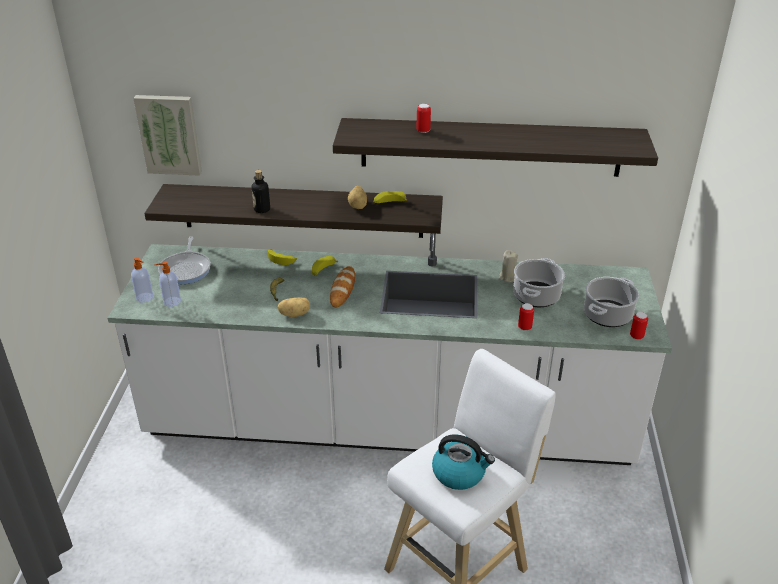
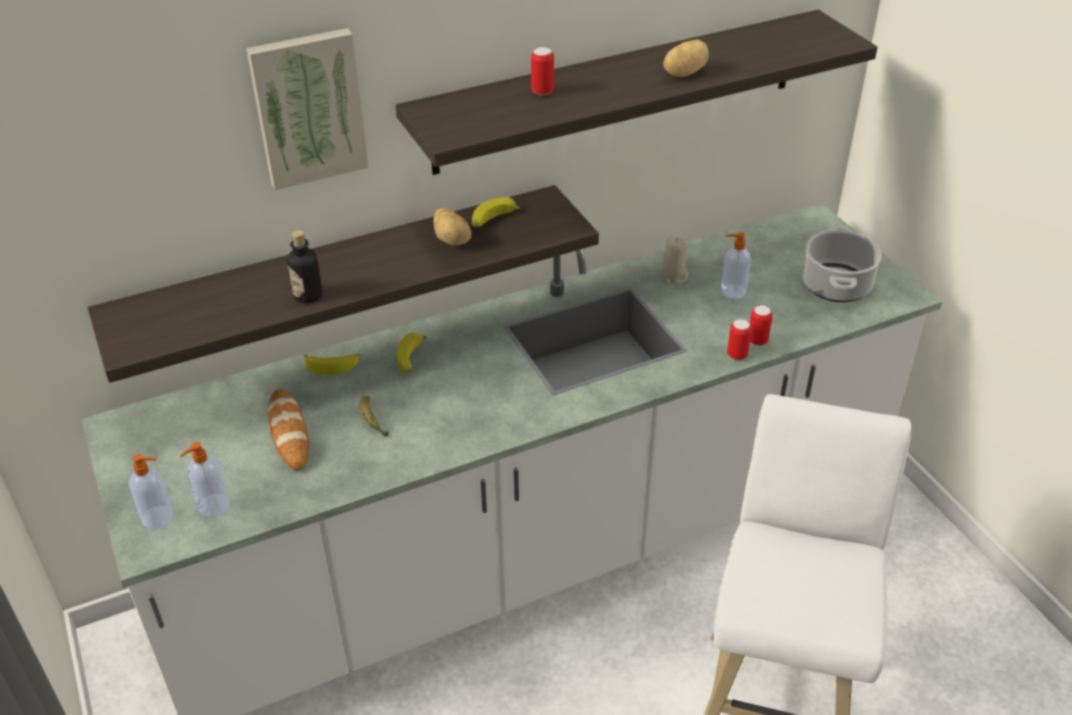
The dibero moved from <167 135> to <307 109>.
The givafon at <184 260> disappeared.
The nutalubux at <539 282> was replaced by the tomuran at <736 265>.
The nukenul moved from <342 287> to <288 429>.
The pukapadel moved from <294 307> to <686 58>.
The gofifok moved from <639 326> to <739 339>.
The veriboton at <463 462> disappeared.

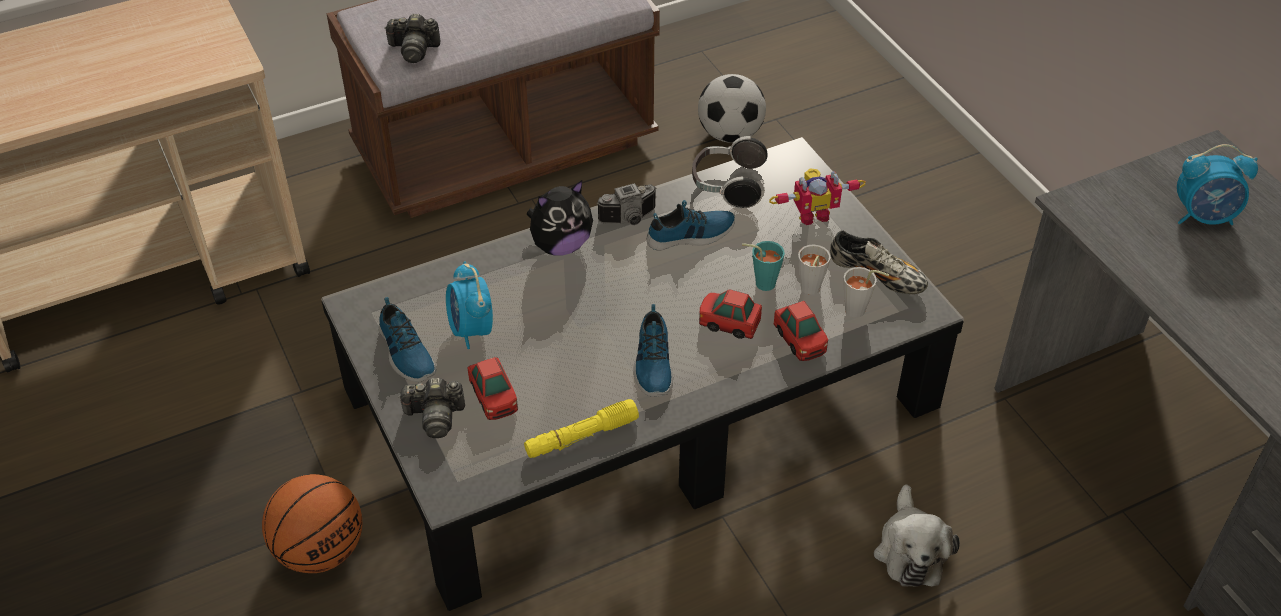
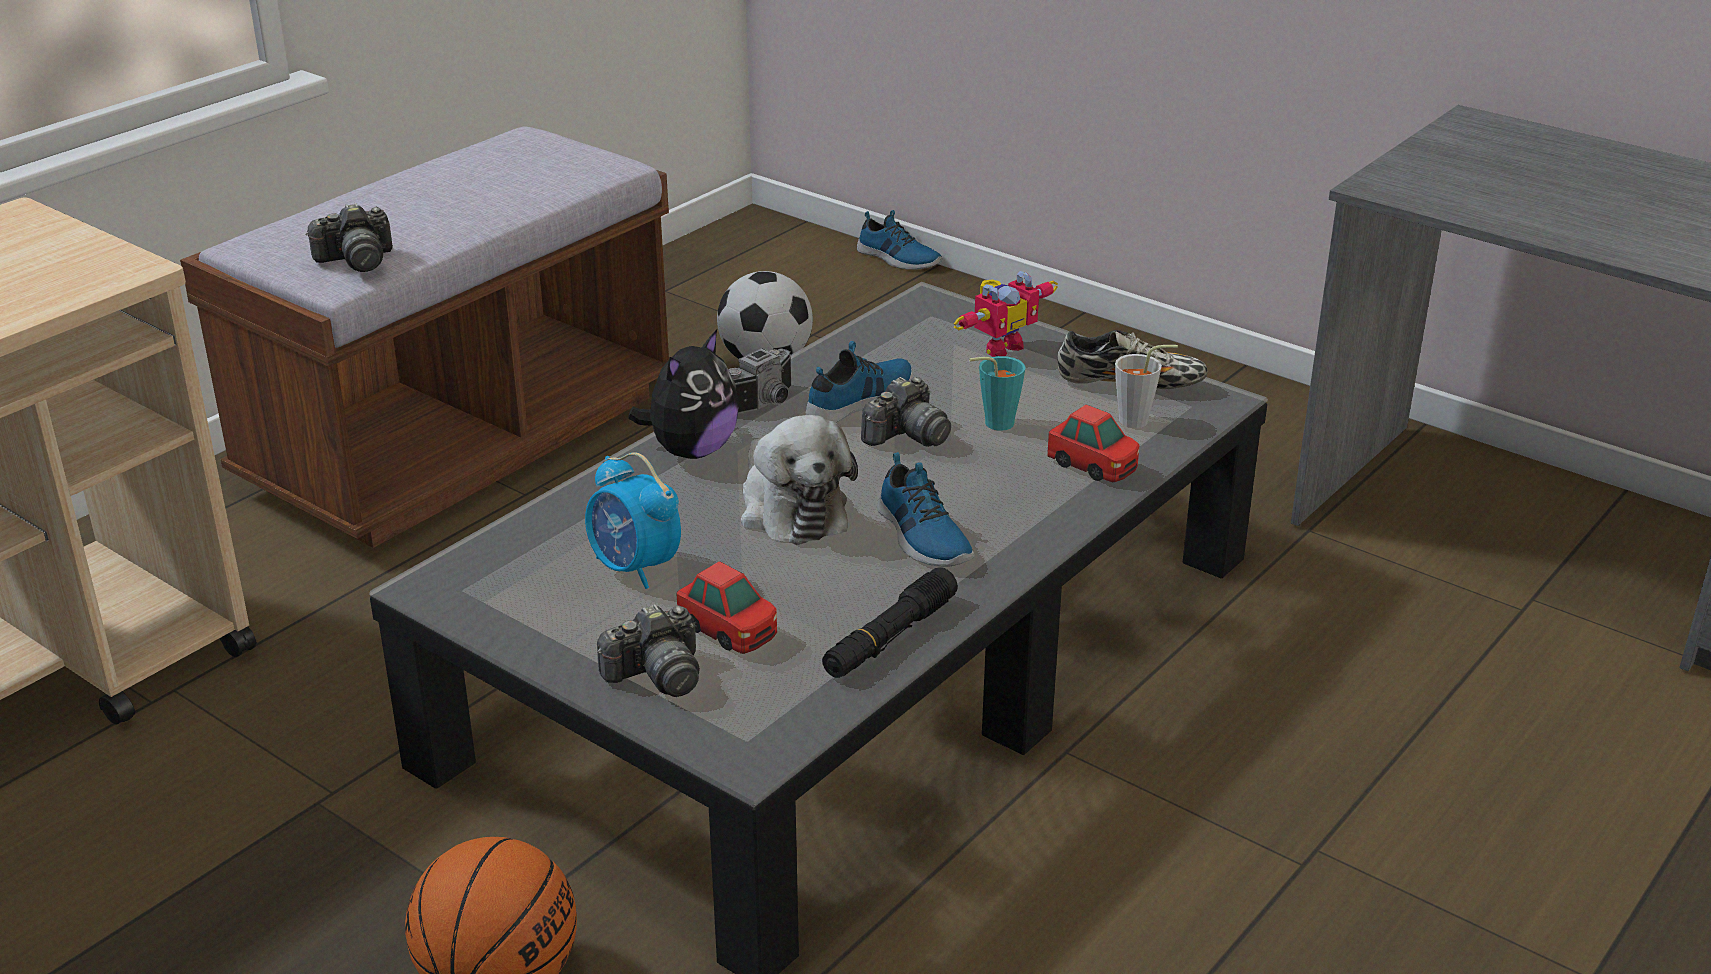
The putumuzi at <730 172> disappeared.
The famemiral at <1217 184> disappeared.
The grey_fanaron at <814 269> disappeared.
The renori at <730 314> disappeared.
The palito moved from <408 339> to <900 240>.
The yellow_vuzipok at <581 428> became the black_vuzipok at <890 623>.
The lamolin moved from <917 535> to <799 480>.
The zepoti at <906 412> appeared.

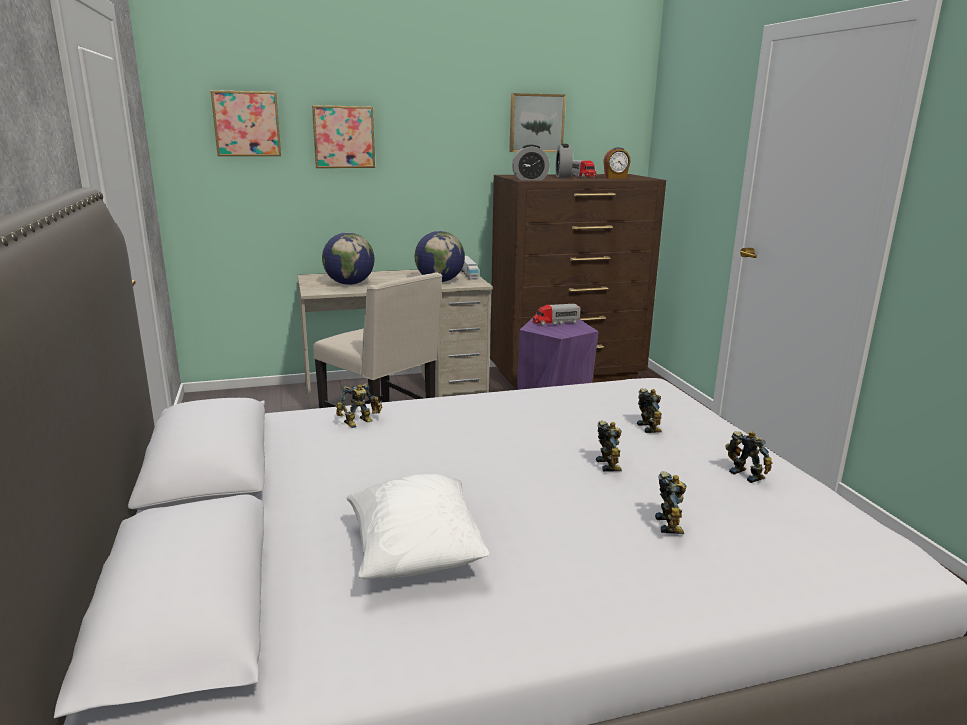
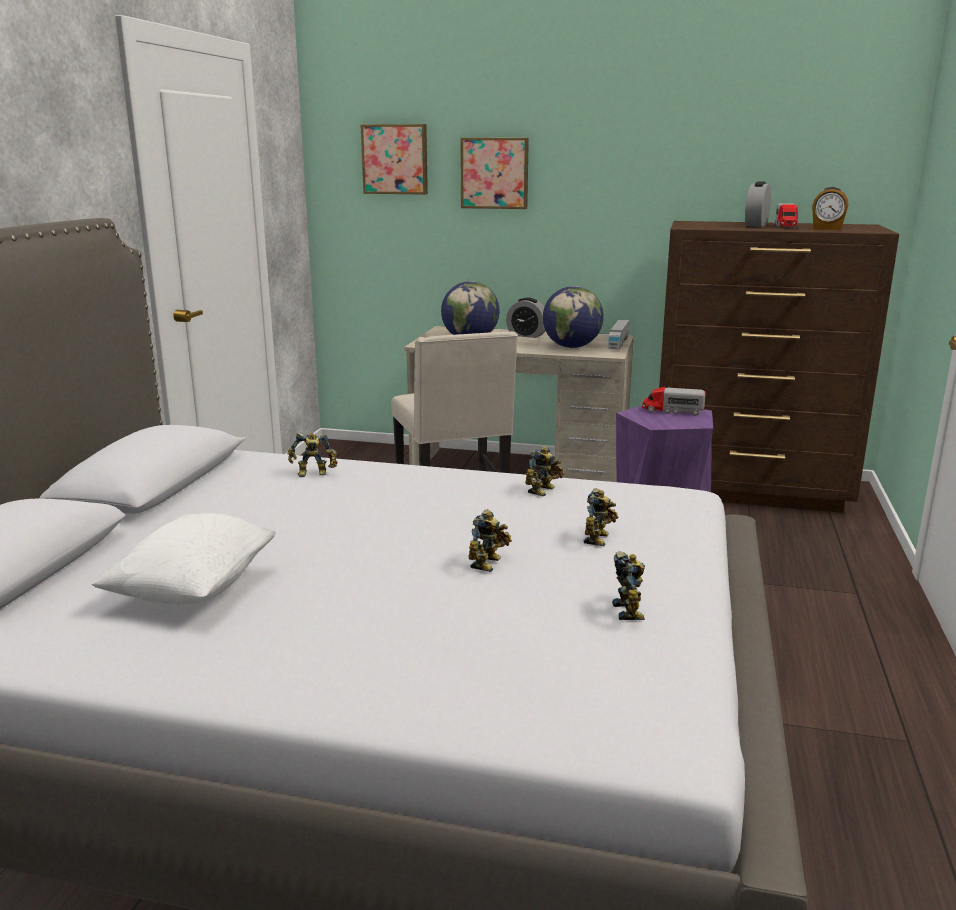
The dibero at <537 122> disappeared.
The famemiral moved from <531 162> to <525 318>.
The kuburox moved from <670 502> to <545 471>.

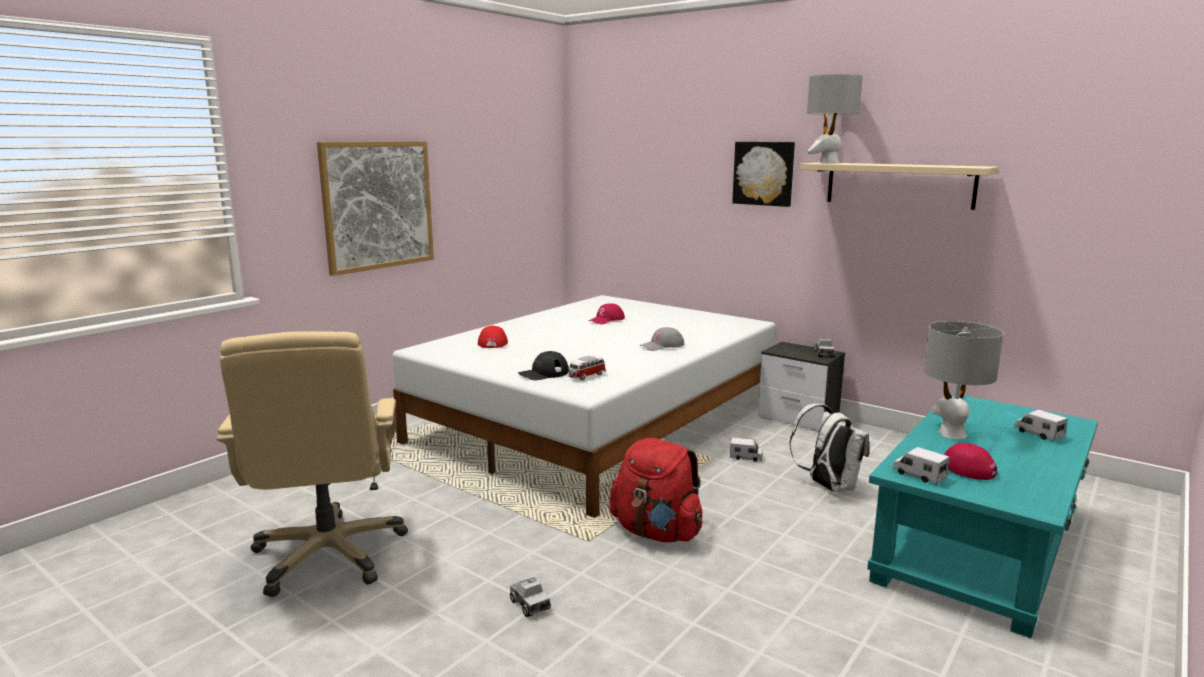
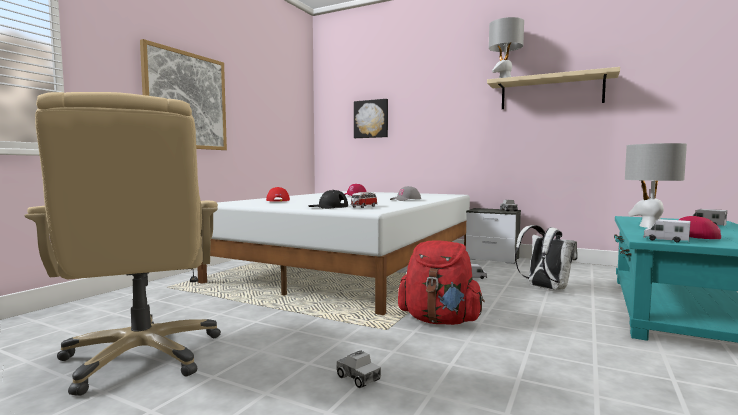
The dibero moved from <763 174> to <371 118>.

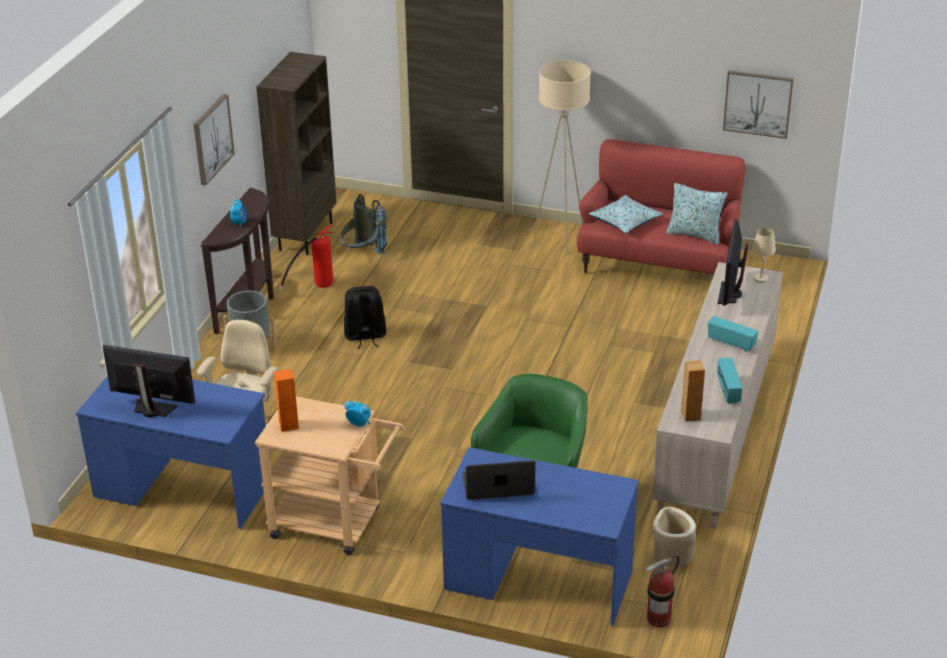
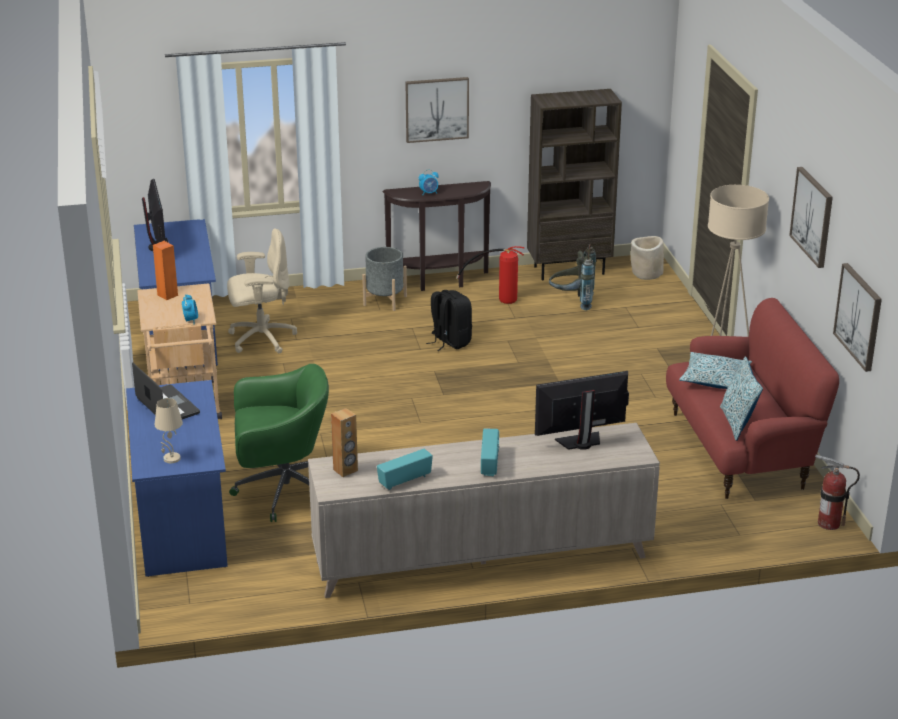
The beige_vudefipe moved from <764 255> to <169 430>.
The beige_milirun moved from <674 537> to <647 258>.
The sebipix moved from <662 591> to <837 492>.
The dibero at <811 217> appeared.

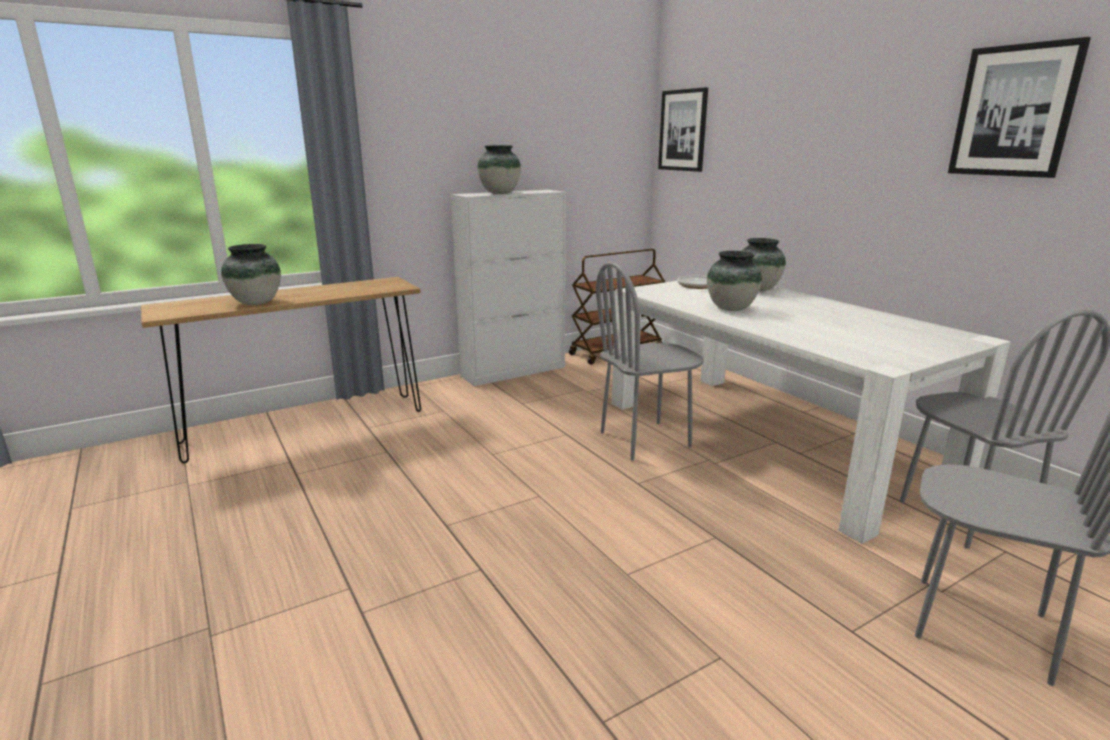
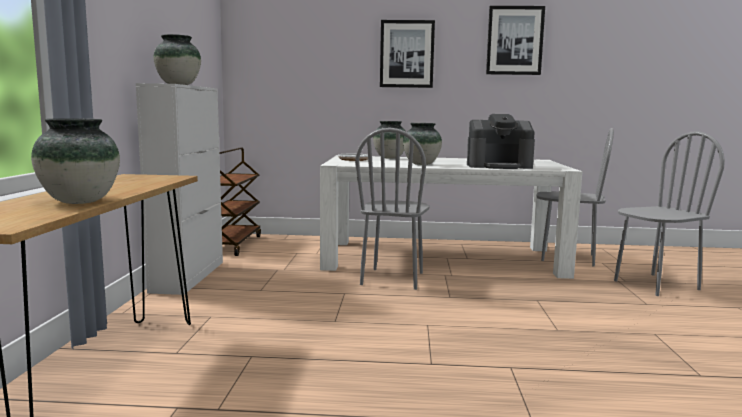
The dibero moved from <683 129> to <407 54>.
The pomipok at <501 141> appeared.

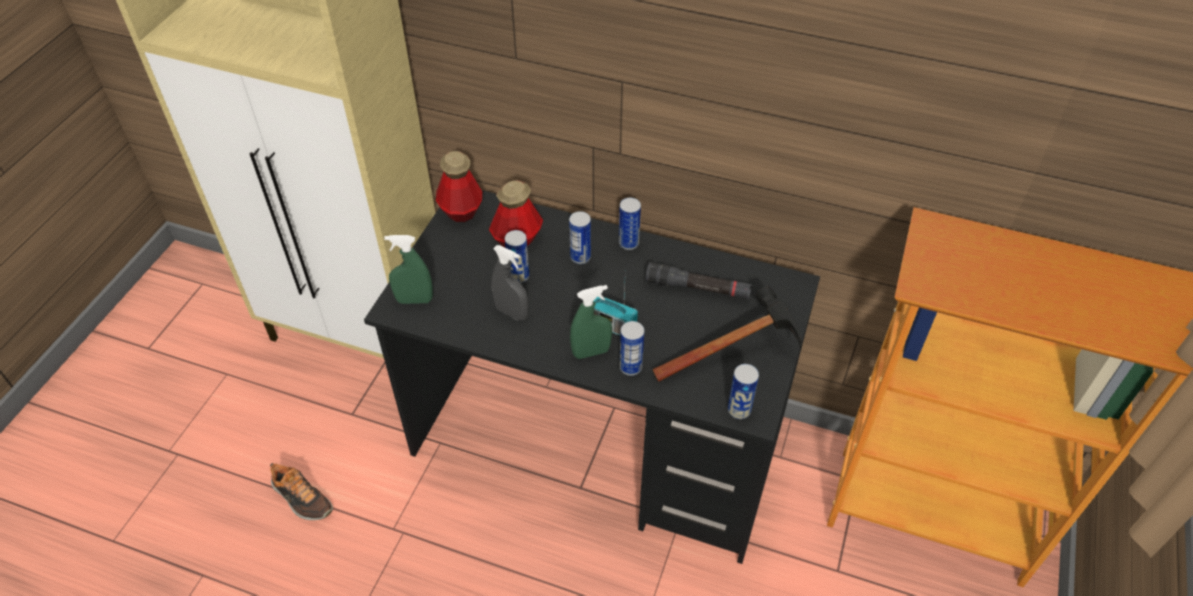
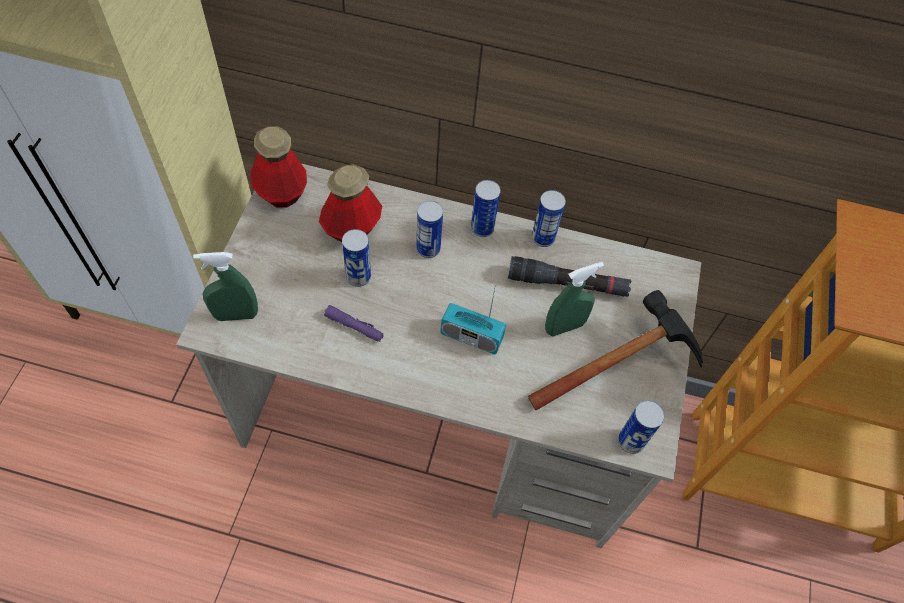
The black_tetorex at <592 377> became the beige_tetorex at <438 355>.
The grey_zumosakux at <509 283> was replaced by the purple_vuzipok at <354 323>.
The green_zumosakux moved from <591 322> to <574 299>.
The gofifok moved from <631 348> to <549 218>.
The palito at <301 491> disappeared.

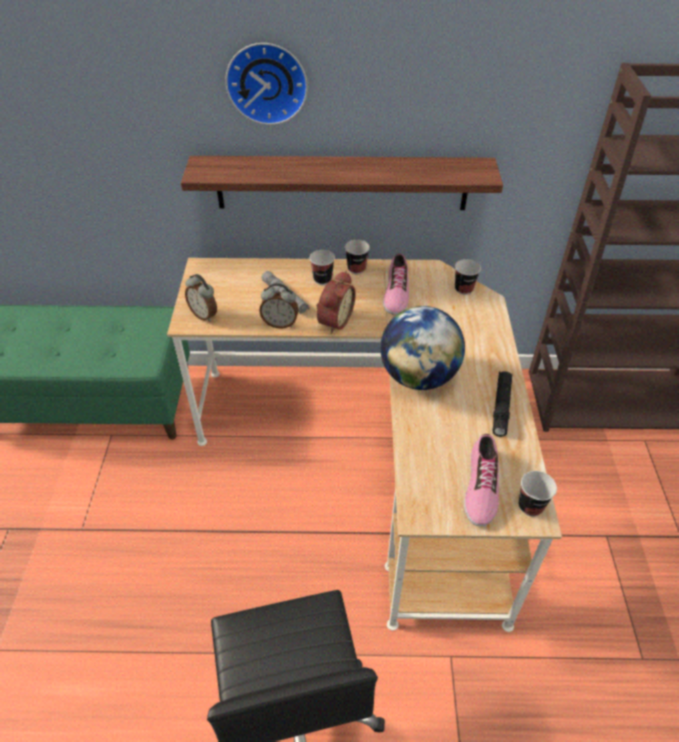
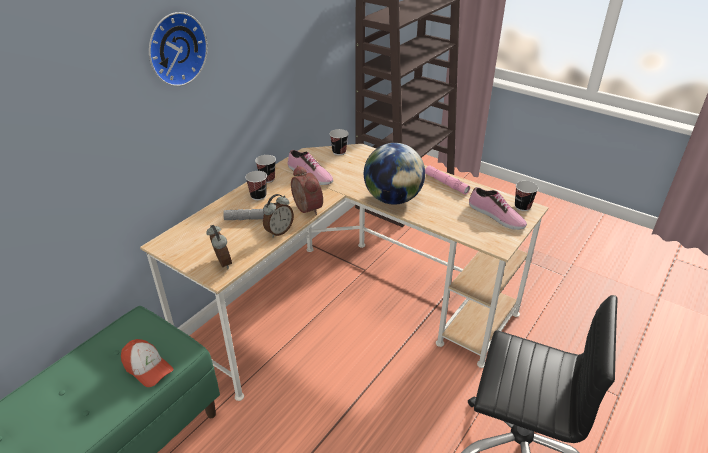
The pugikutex at <342 183> disappeared.
The famemiral at <201 298> turned 105 degrees counterclockwise.
The black_vuzipok at <502 404> became the pink_vuzipok at <447 179>.
The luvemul at <147 363> appeared.

